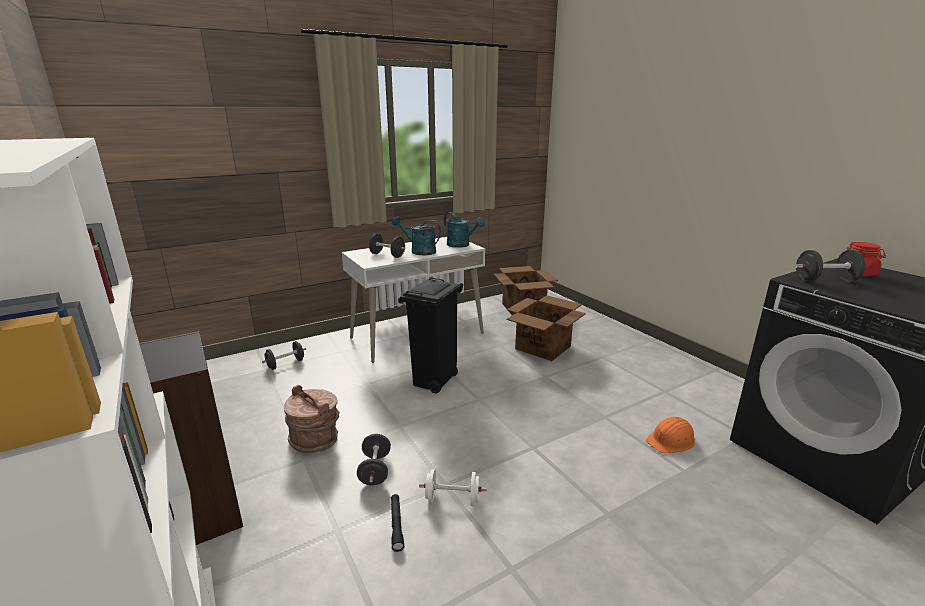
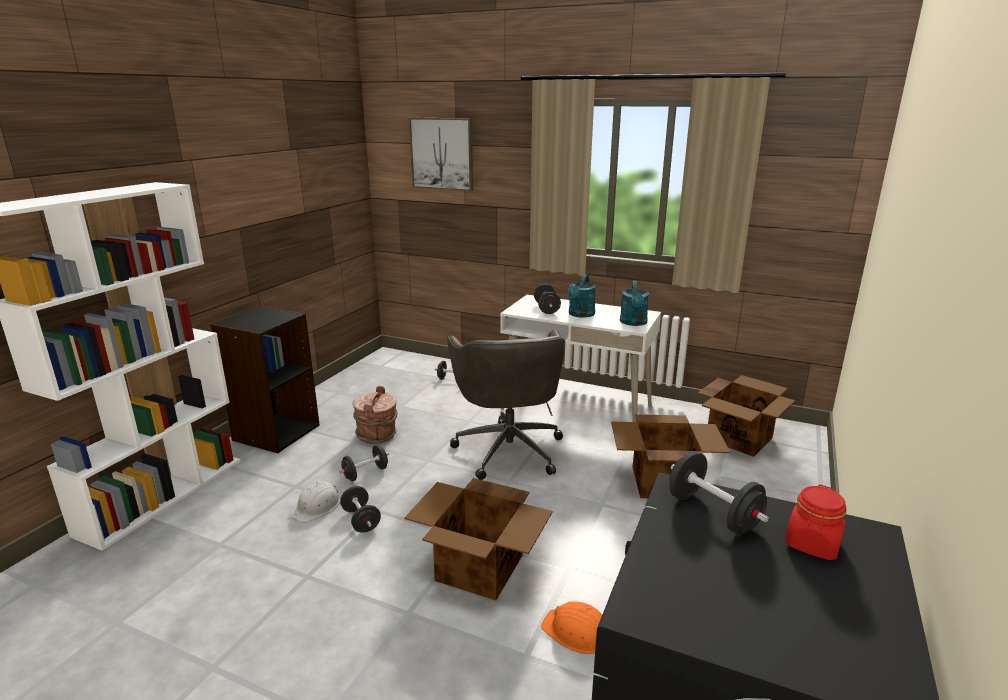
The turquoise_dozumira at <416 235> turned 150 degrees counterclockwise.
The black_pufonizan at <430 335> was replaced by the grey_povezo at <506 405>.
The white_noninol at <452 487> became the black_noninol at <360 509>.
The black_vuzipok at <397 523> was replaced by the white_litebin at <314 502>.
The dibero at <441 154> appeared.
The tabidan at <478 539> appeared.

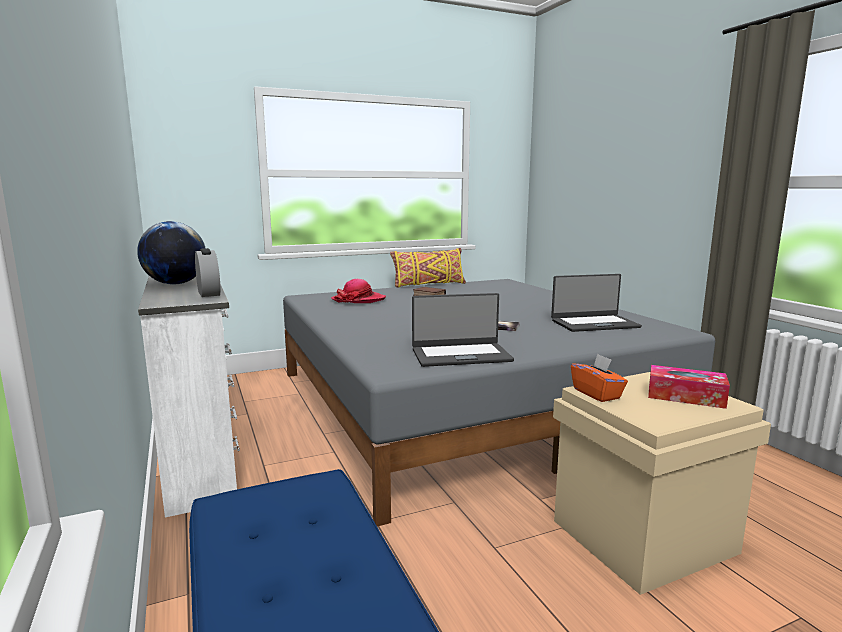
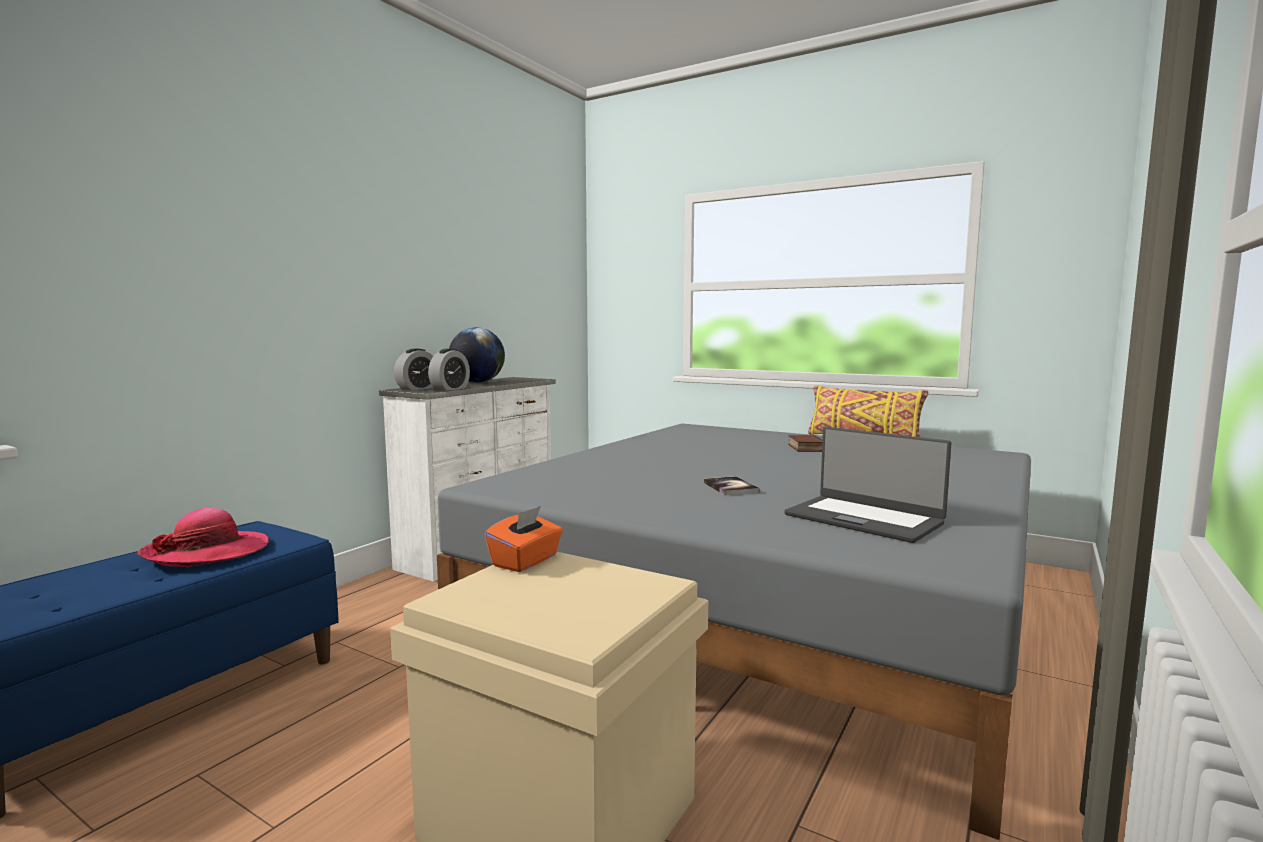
The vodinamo moved from <358 291> to <203 537>.
The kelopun at <463 330> disappeared.
The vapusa at <689 387> disappeared.
The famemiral at <413 369> appeared.

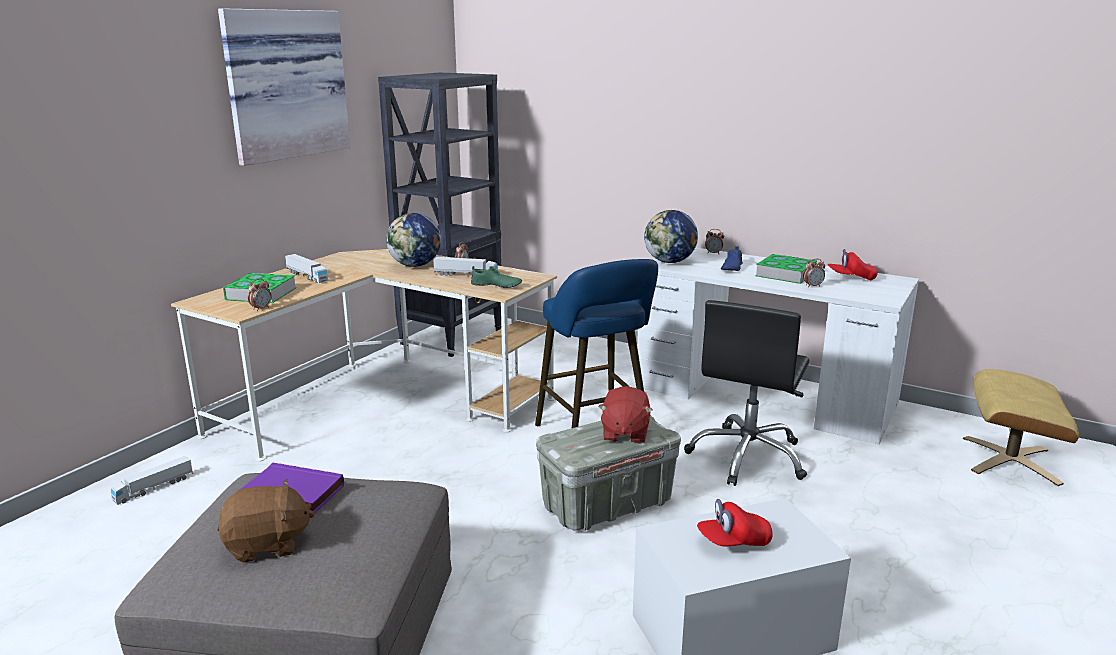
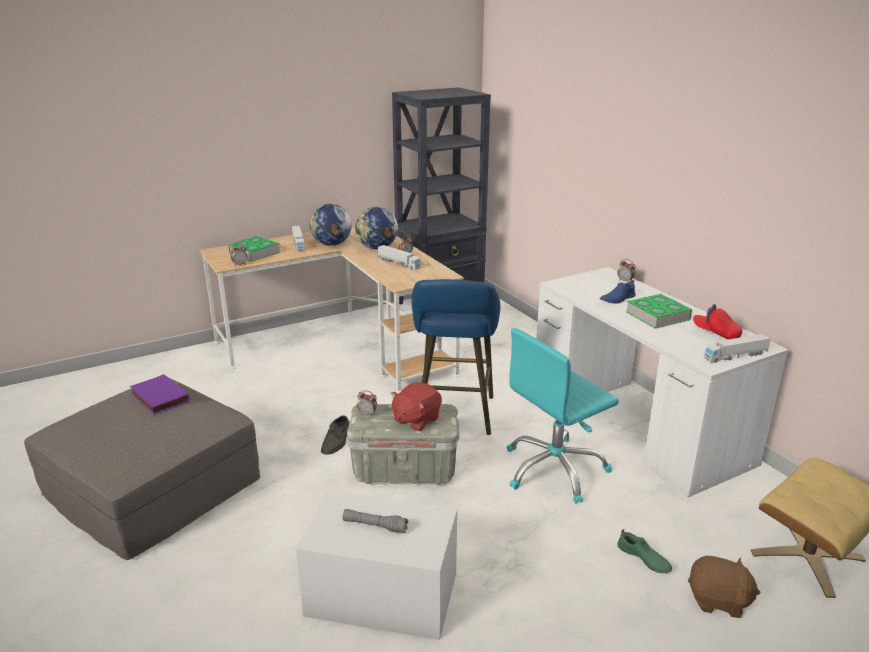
The dibero at <284 87> disappeared.
The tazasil moved from <671 236> to <330 225>.
The famemiral moved from <814 273> to <367 403>.
The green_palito moved from <496 277> to <645 551>.
The black_povezo at <746 393> became the turquoise_povezo at <563 415>.
The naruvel moved from <152 480> to <737 348>.
The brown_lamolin moved from <266 521> to <724 587>.
The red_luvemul at <735 522> was replaced by the grey_vuzipok at <375 521>.
The grey_palito at <335 435> appeared.

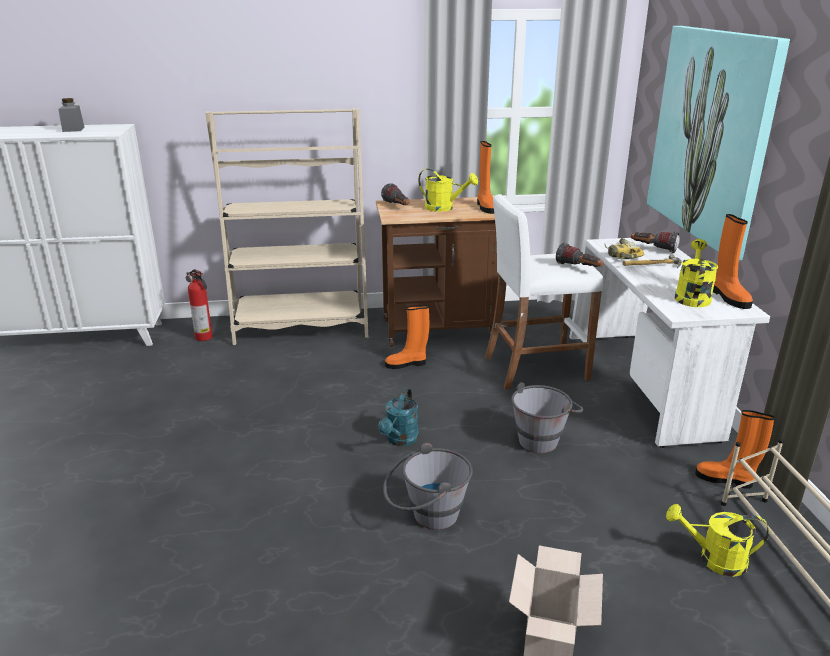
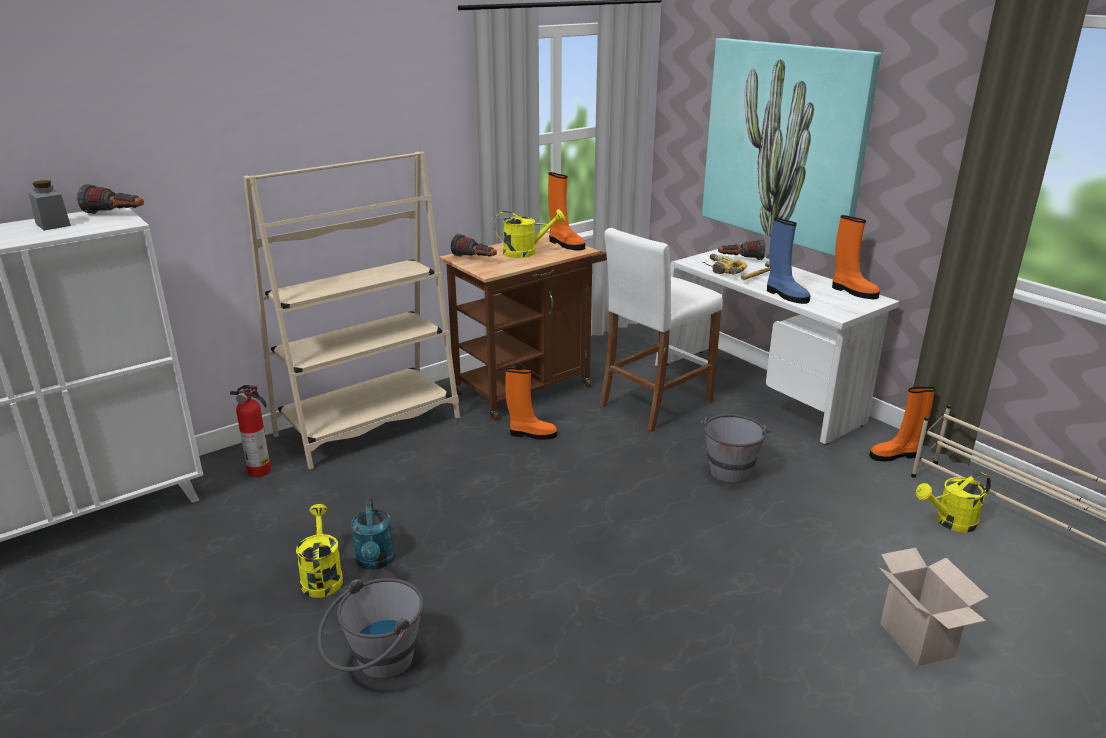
The yellow_dozumira moved from <696 273> to <319 551>.
The vuzipok moved from <579 255> to <110 199>.
The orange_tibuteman at <407 337> turned 135 degrees counterclockwise.
The turquoise_dozumira moved from <398 417> to <373 534>.
The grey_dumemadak moved from <428 486> to <370 628>.
The blue_tibuteman at <789 261> appeared.

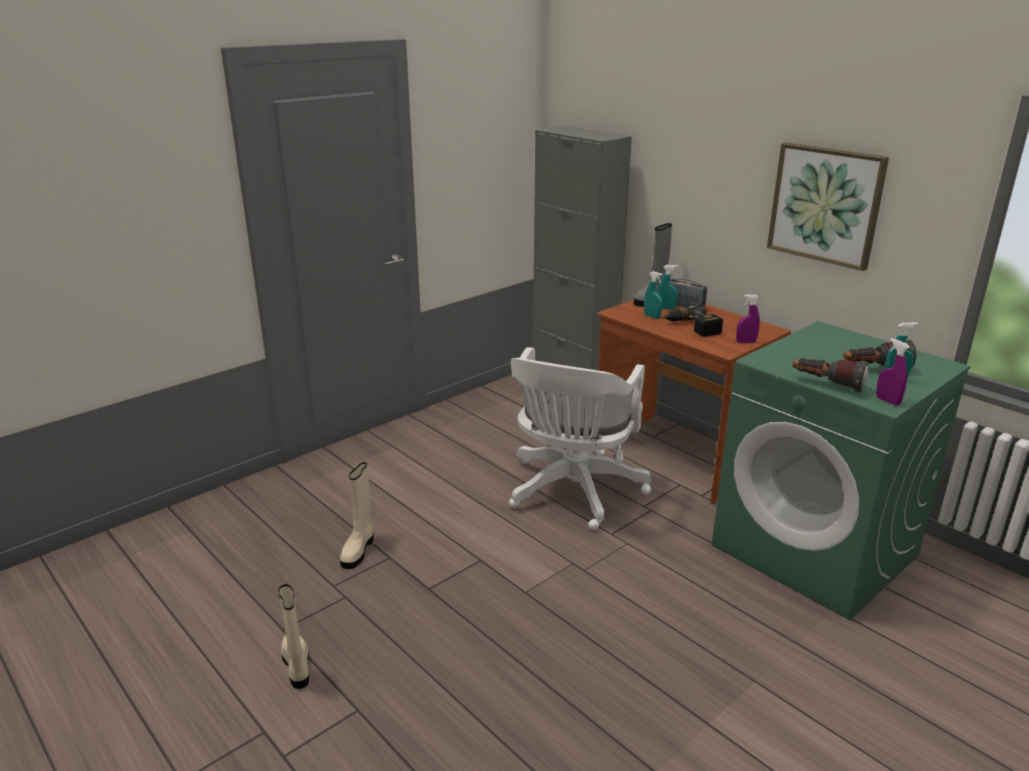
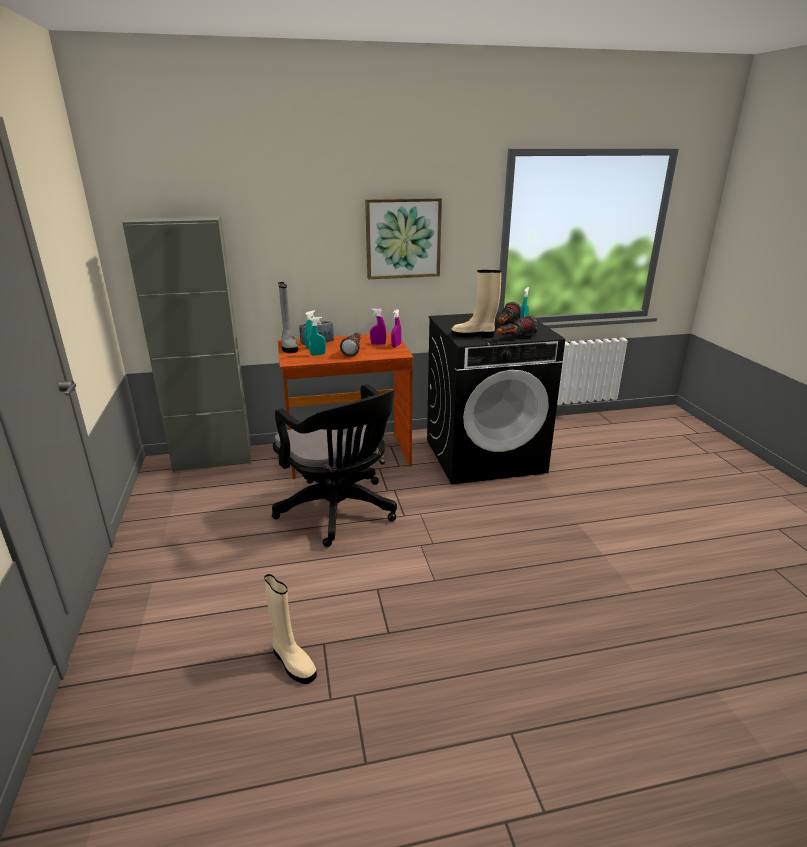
The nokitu at <692 321> was replaced by the vuzipok at <350 345>.
The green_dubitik at <841 470> became the black_dubitik at <496 398>.
The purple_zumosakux moved from <893 372> to <378 326>.
The white_povezo at <580 438> became the black_povezo at <334 465>.
The beige_tibuteman moved from <294 636> to <476 304>.

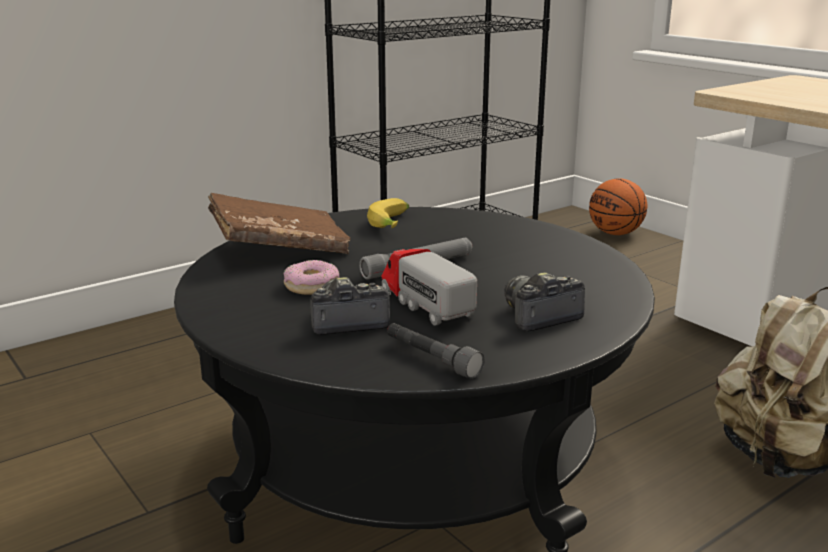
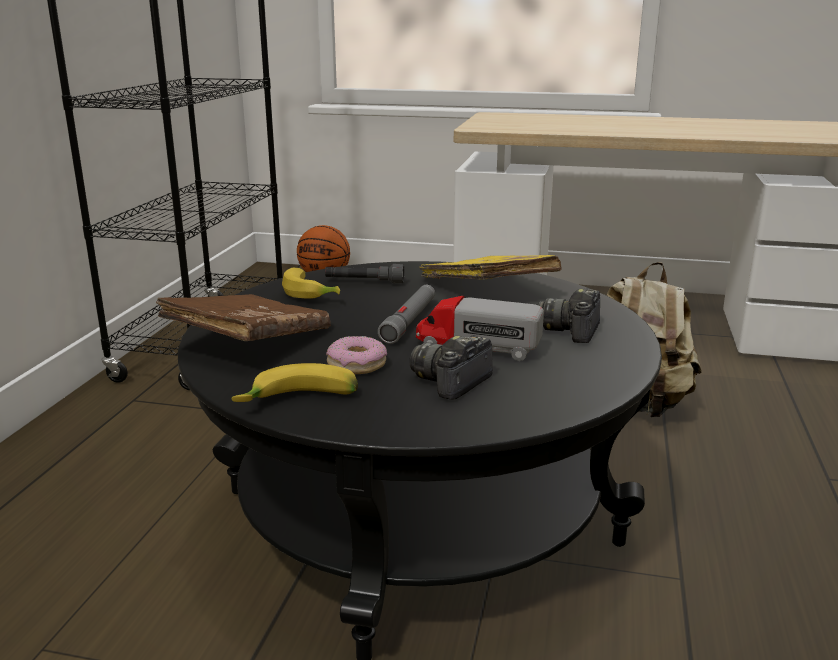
The grey_vuzipok moved from <436 351> to <364 273>.
The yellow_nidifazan at <491 267> appeared.
The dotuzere at <295 382> appeared.

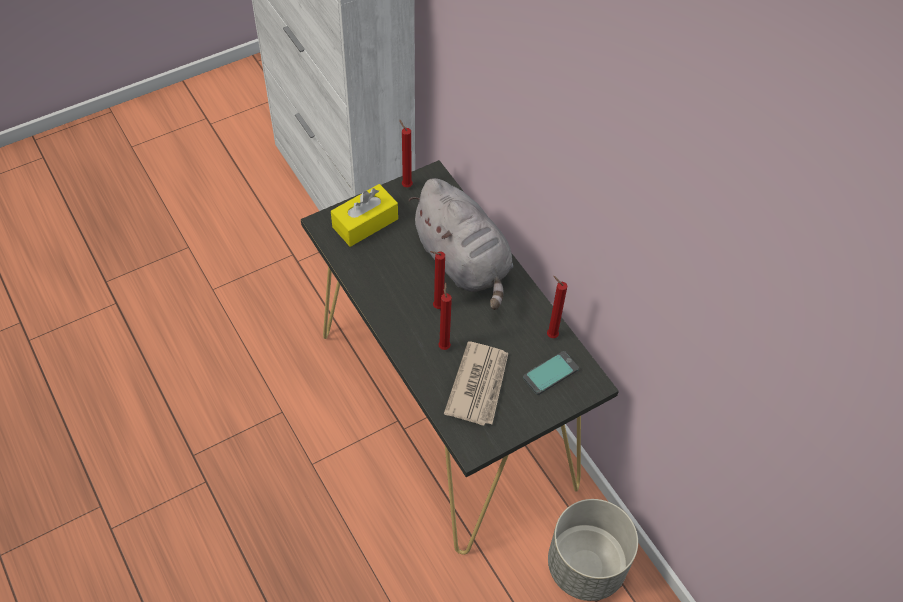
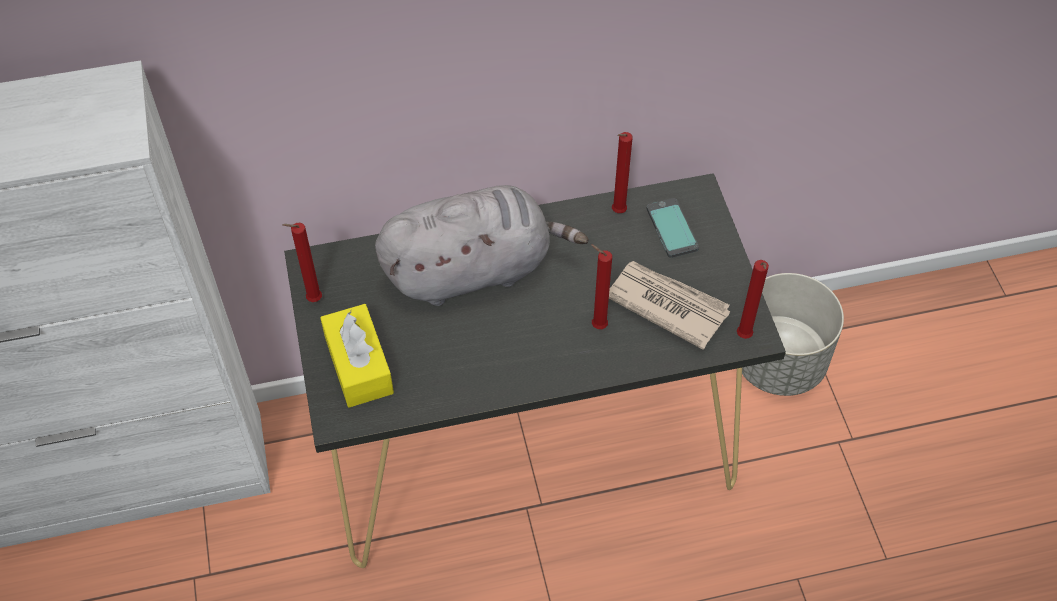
The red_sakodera moved from <437 280> to <753 299>.

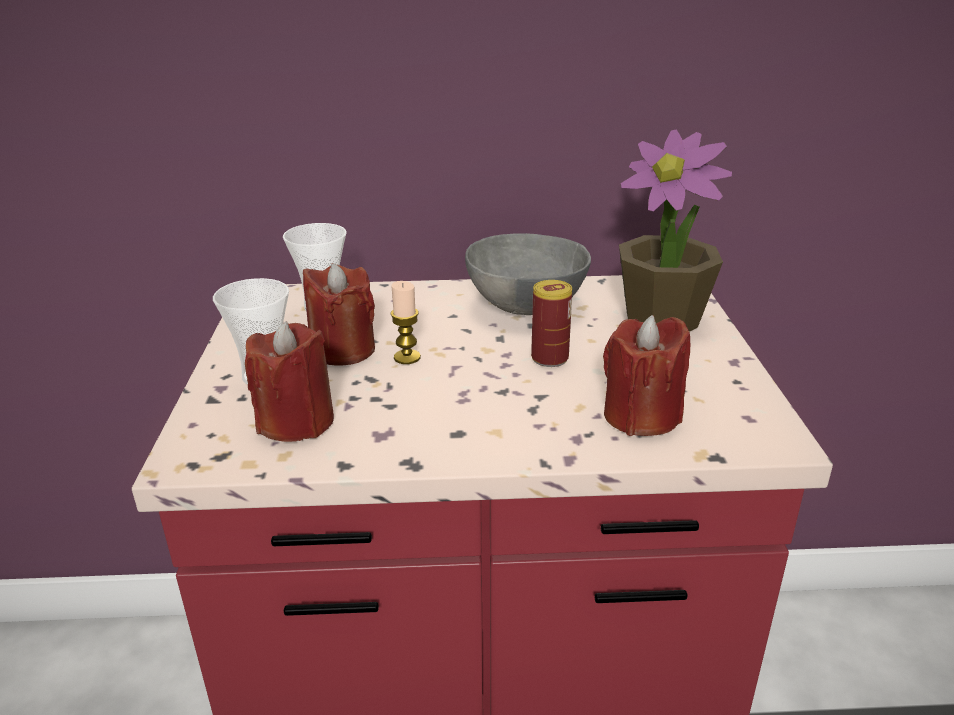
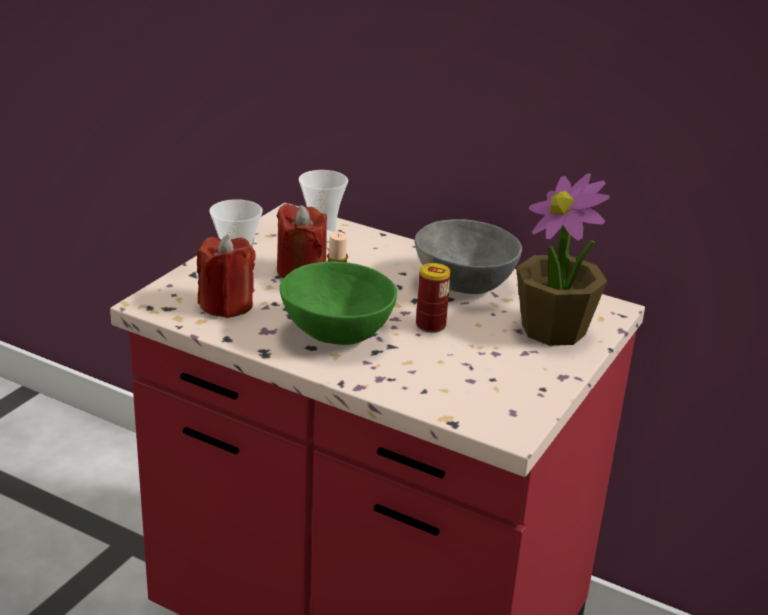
The red_sakodera at <646 375> disappeared.
The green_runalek at <338 303> appeared.

